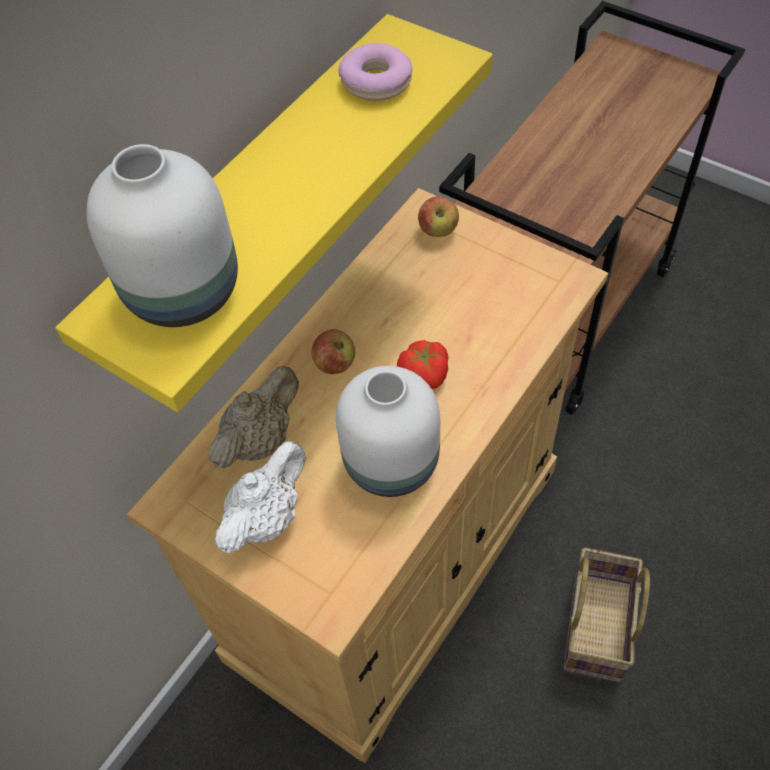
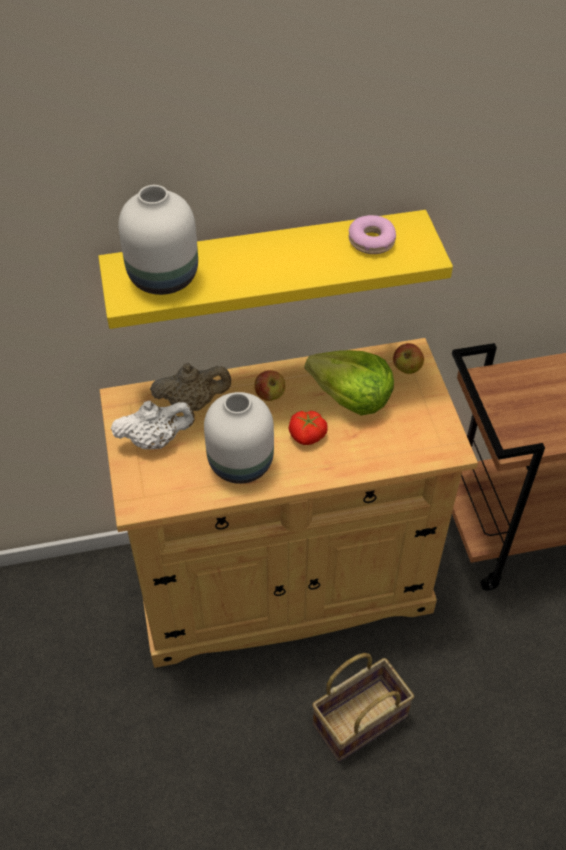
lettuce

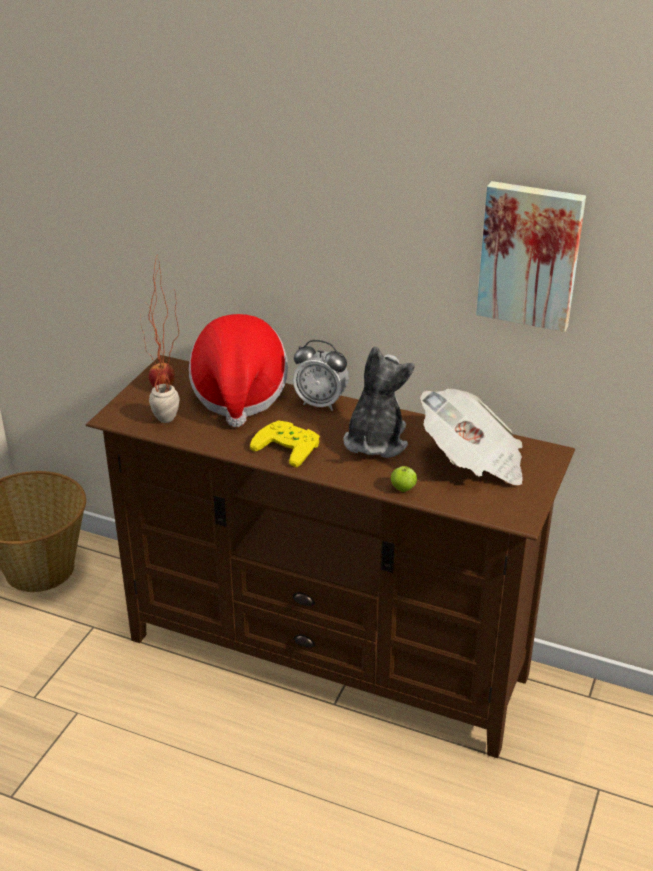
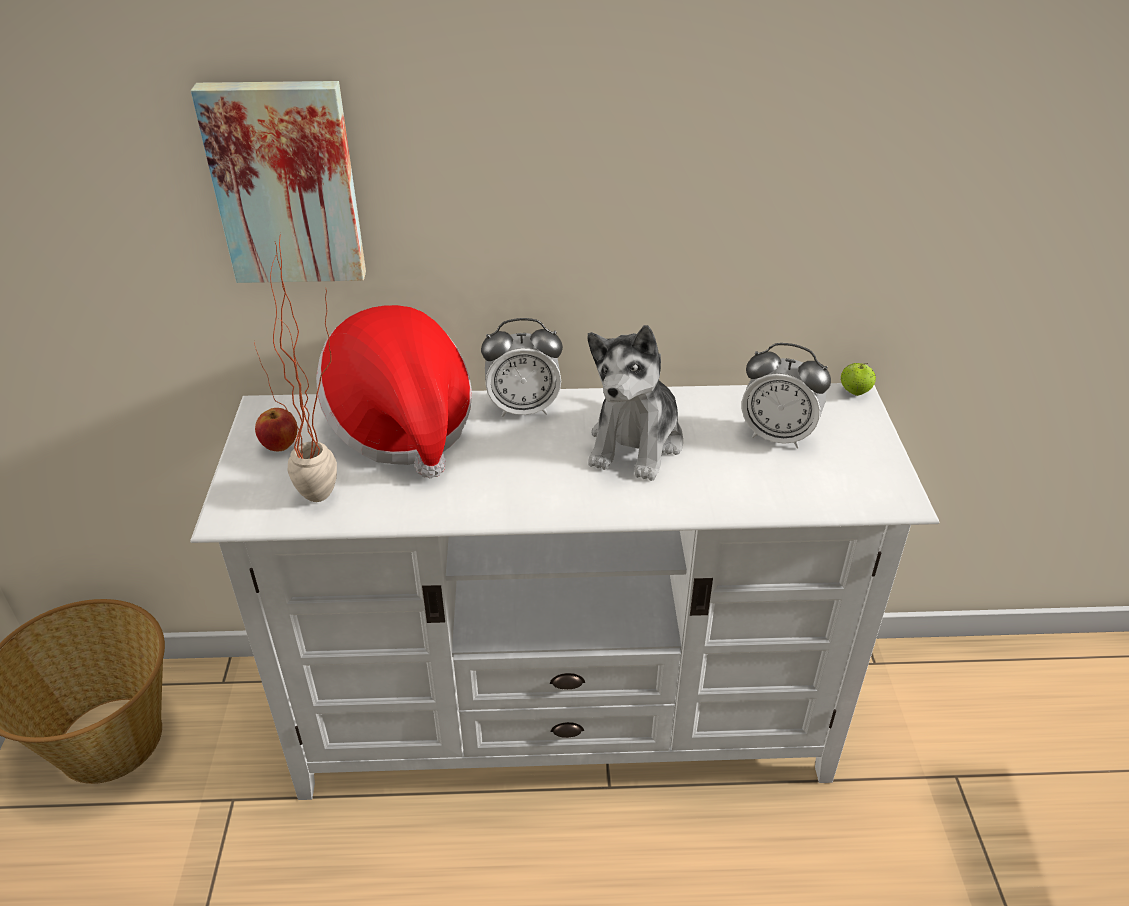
yellow game controller
apple (2nd from left)
picture
alarm clock (2nd from left)
white tv stand
plush toy

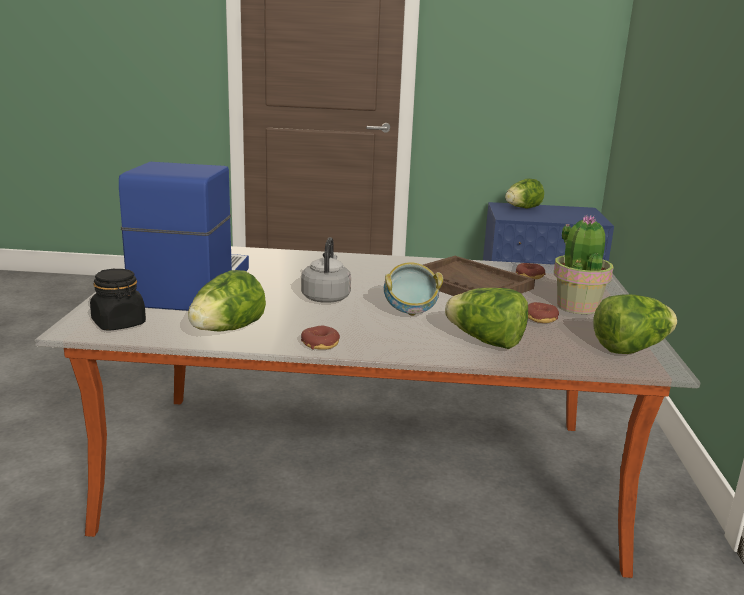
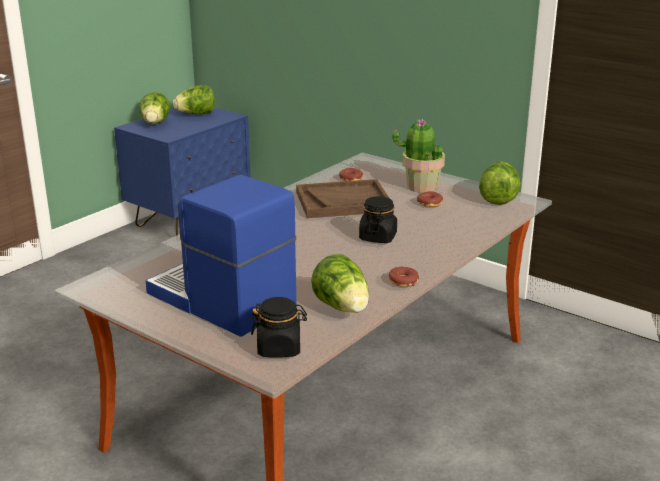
grey kettle
lettuce (2nd from left)
black jar (2nd from left)

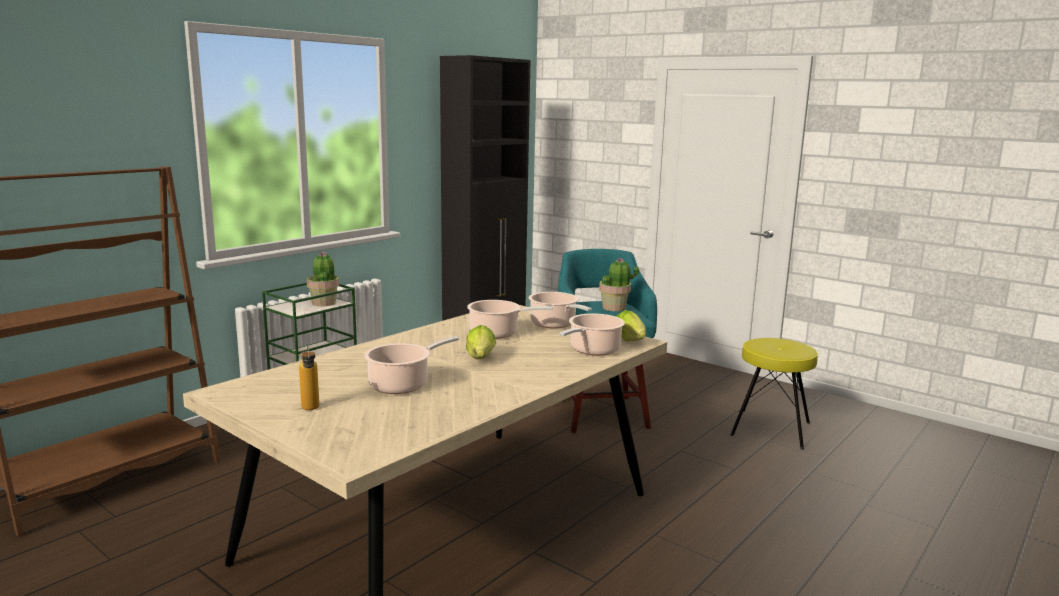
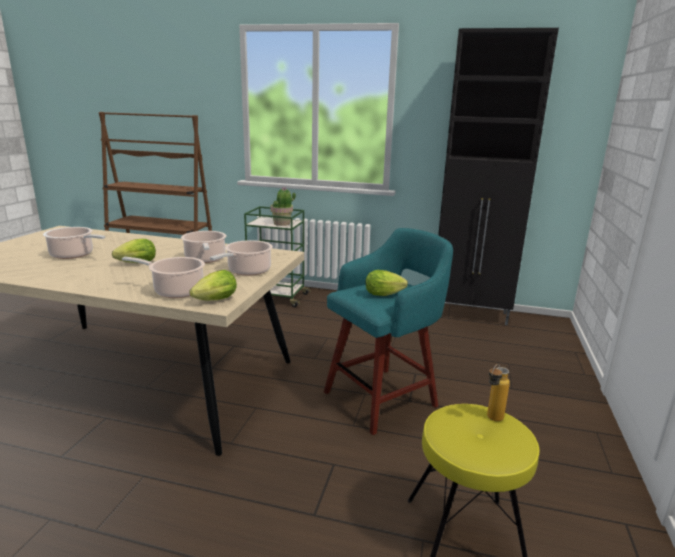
bottle
lettuce (3rd from left)

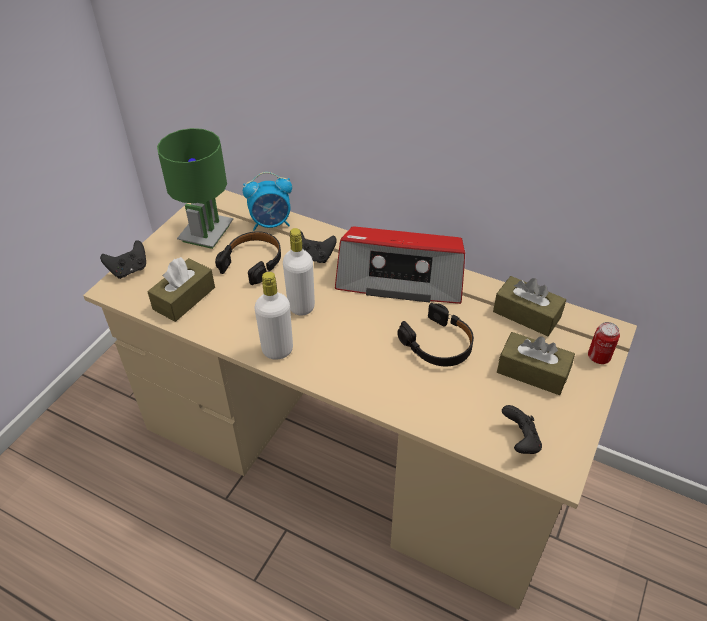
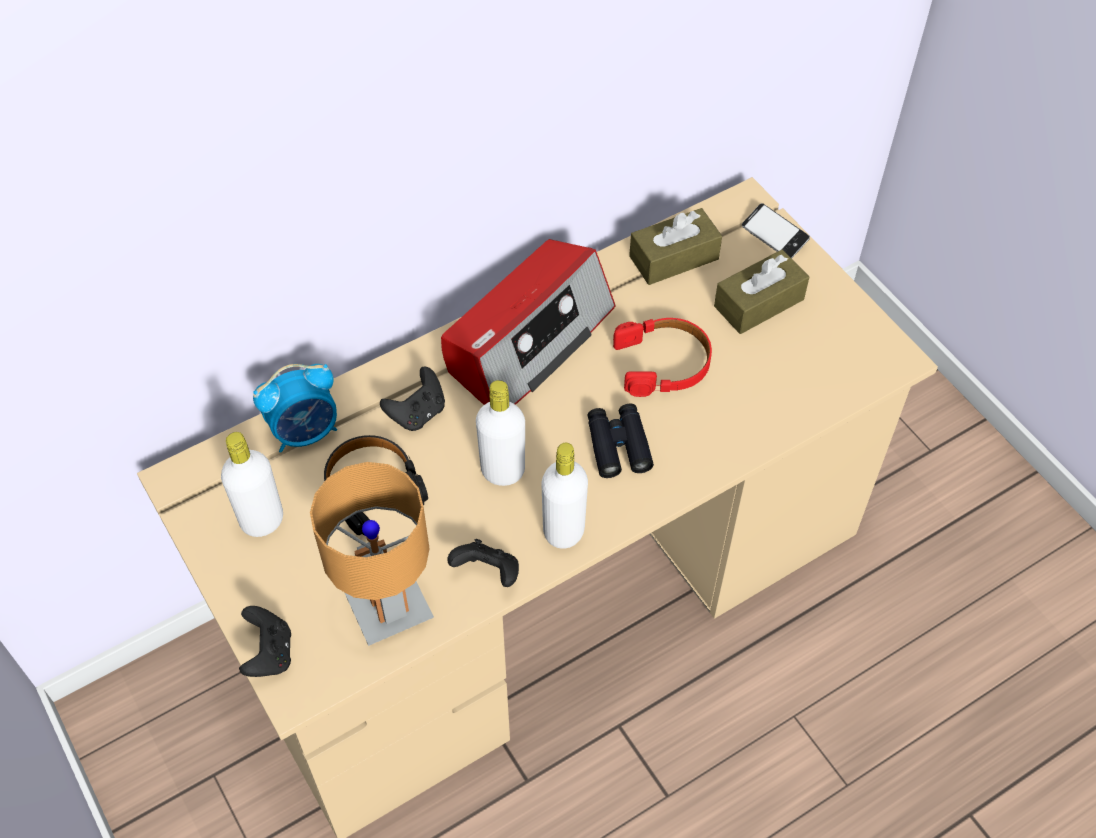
black binoculars
black game controller (3rd from left)
brown table lamp
white bottle (1st from left)
phone
red headphones
alarm clock

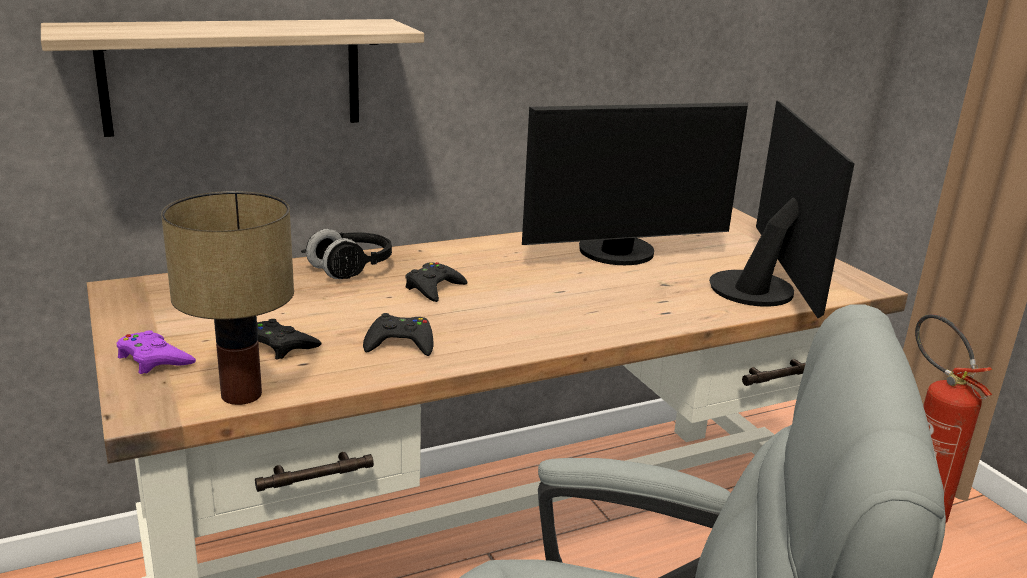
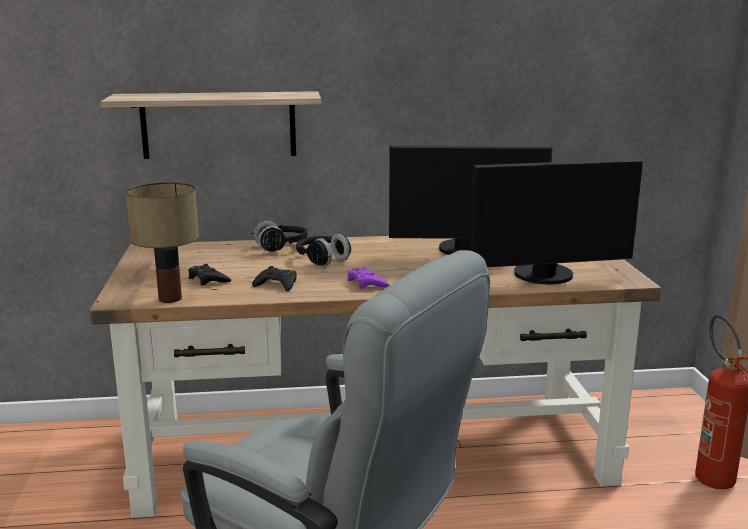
purple game controller
black headphones (2nd from left)
monitor (2nd from left)

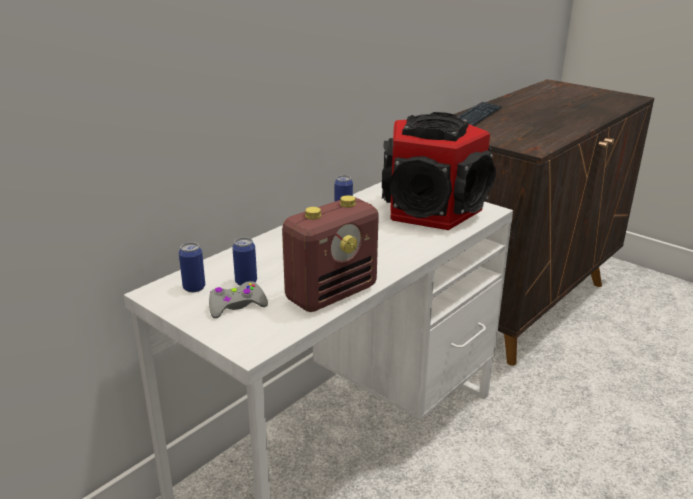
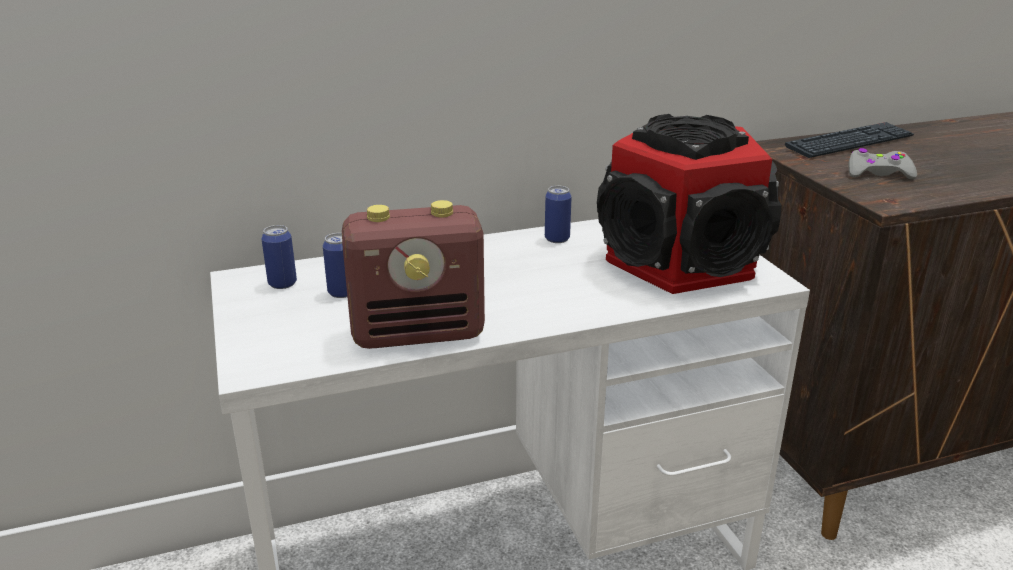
grey game controller

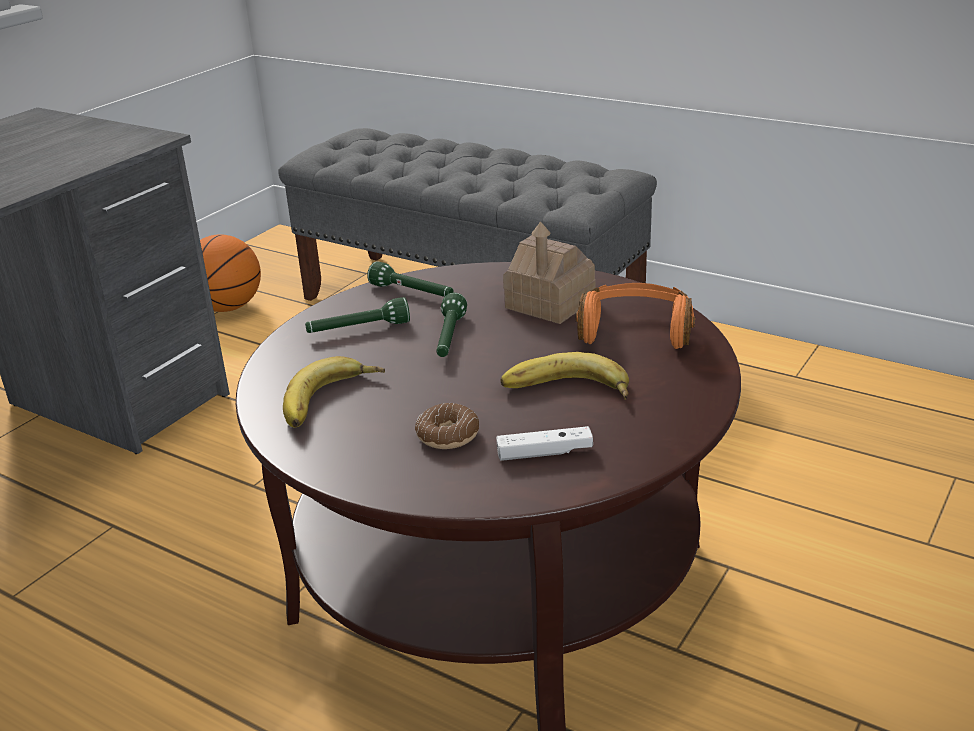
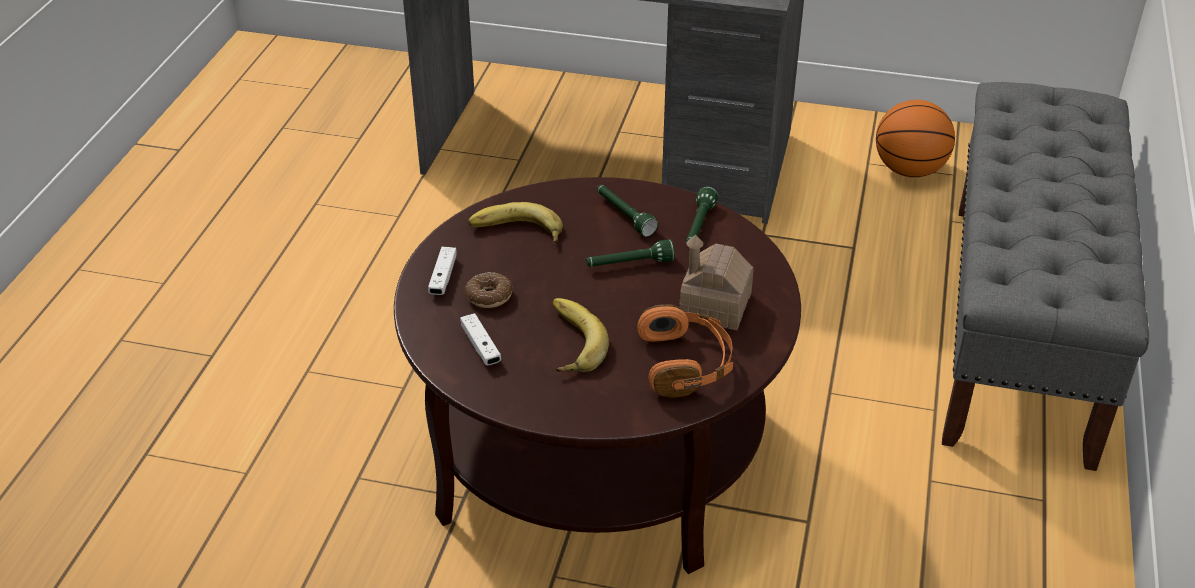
white game controller (1st from left)

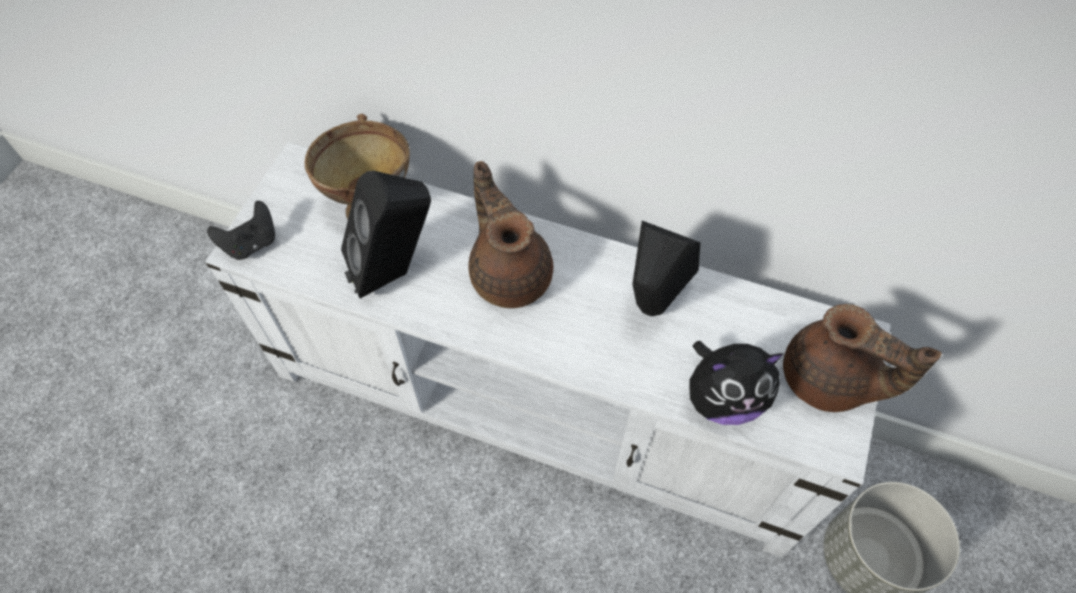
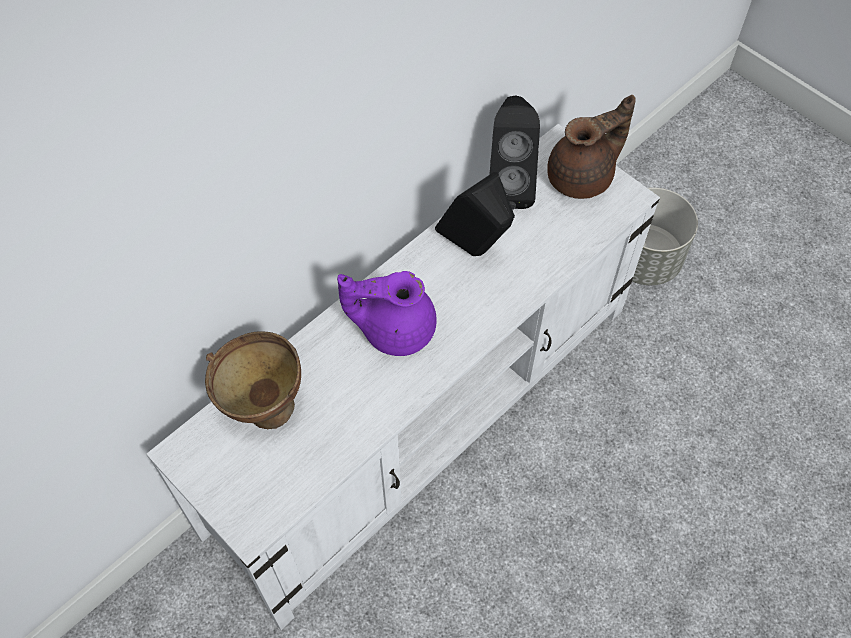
black game controller
plush toy
black speaker (2nd from left)
purple teapot

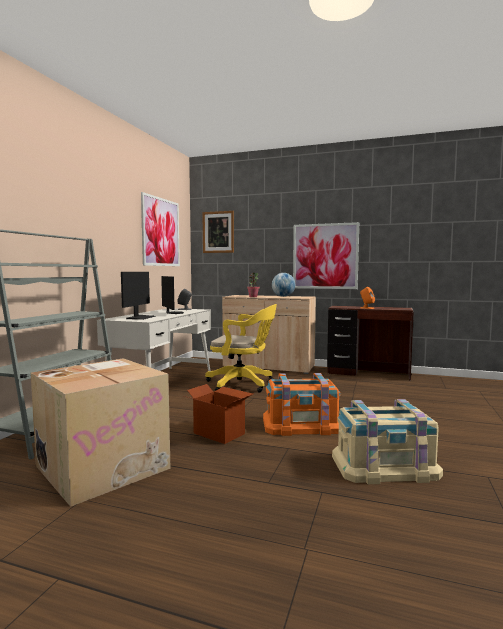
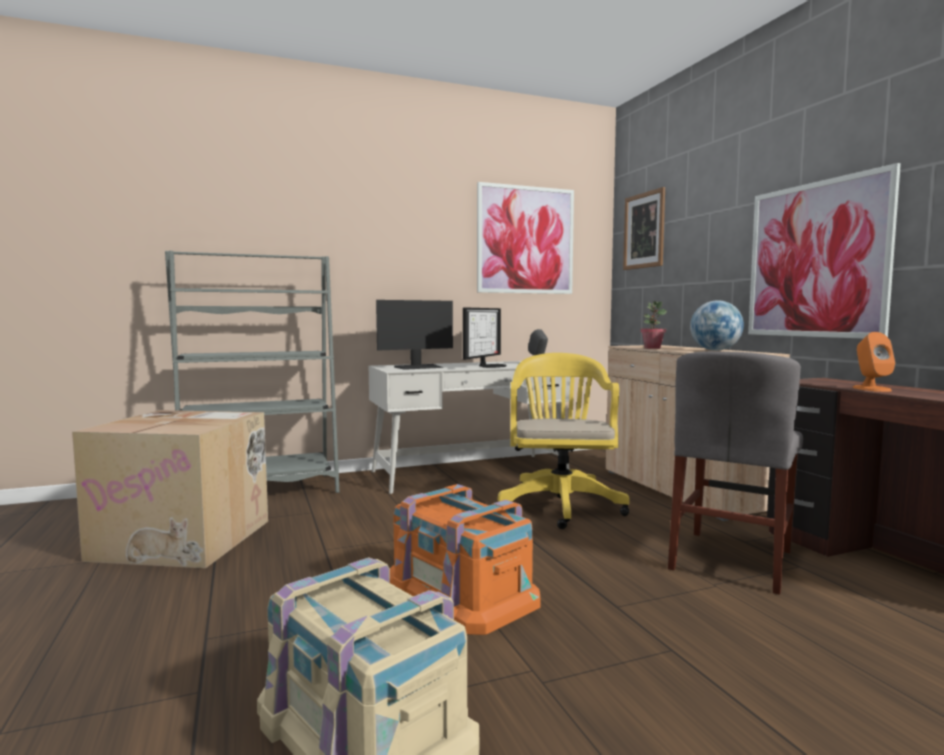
cardboard box (2nd from left in the first image)
grey chair
yellow office chair

